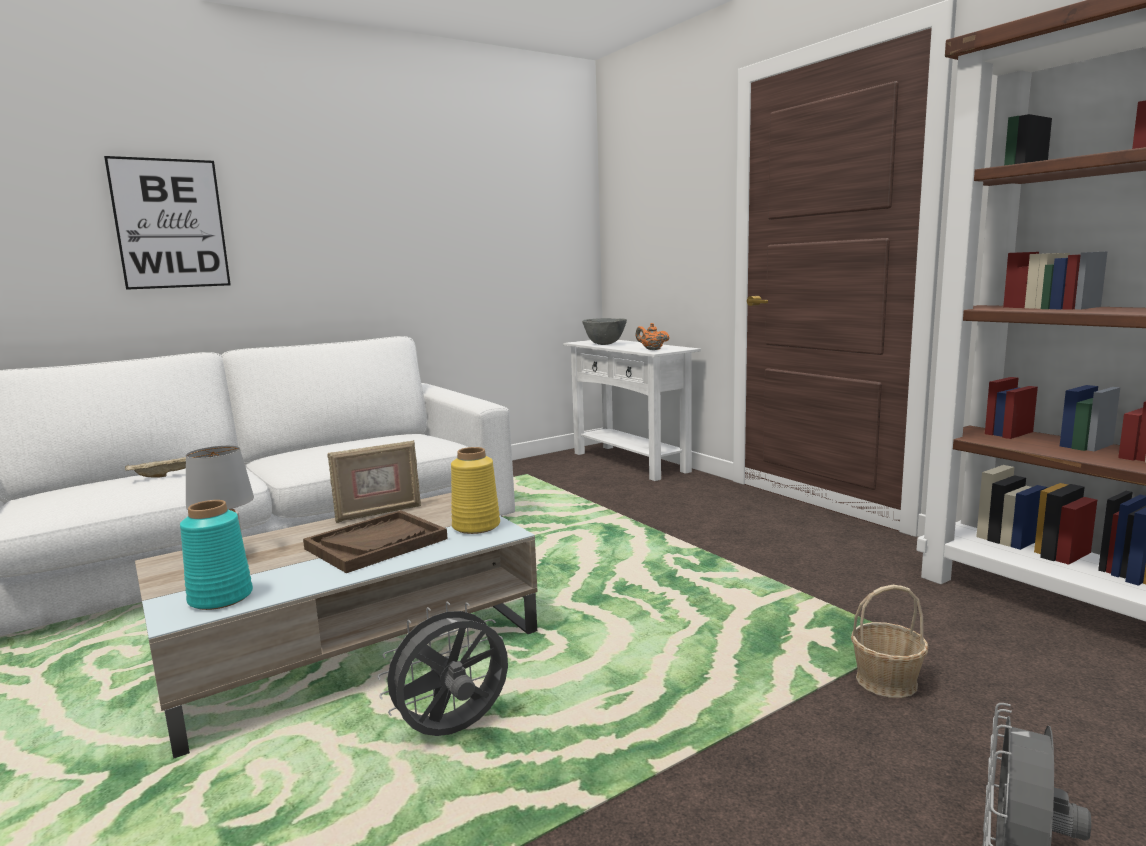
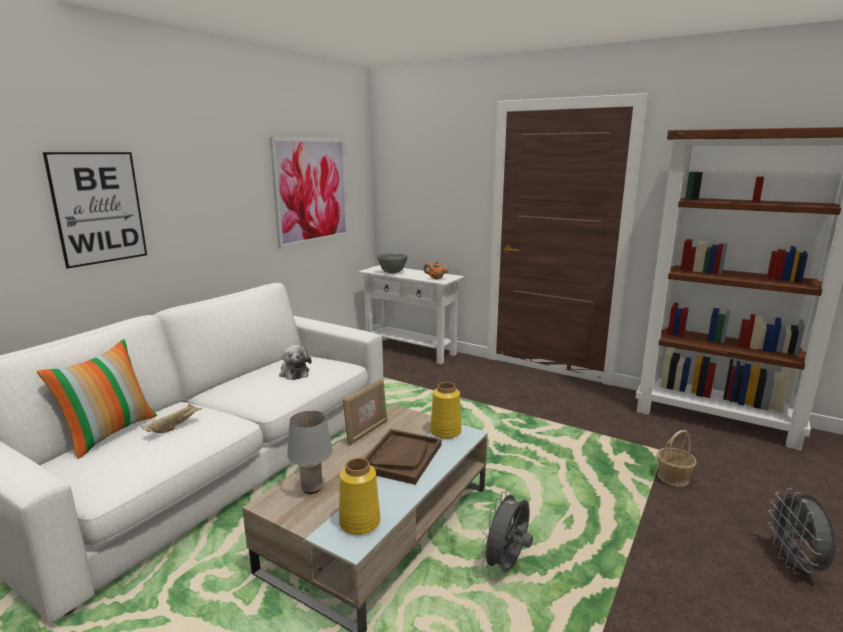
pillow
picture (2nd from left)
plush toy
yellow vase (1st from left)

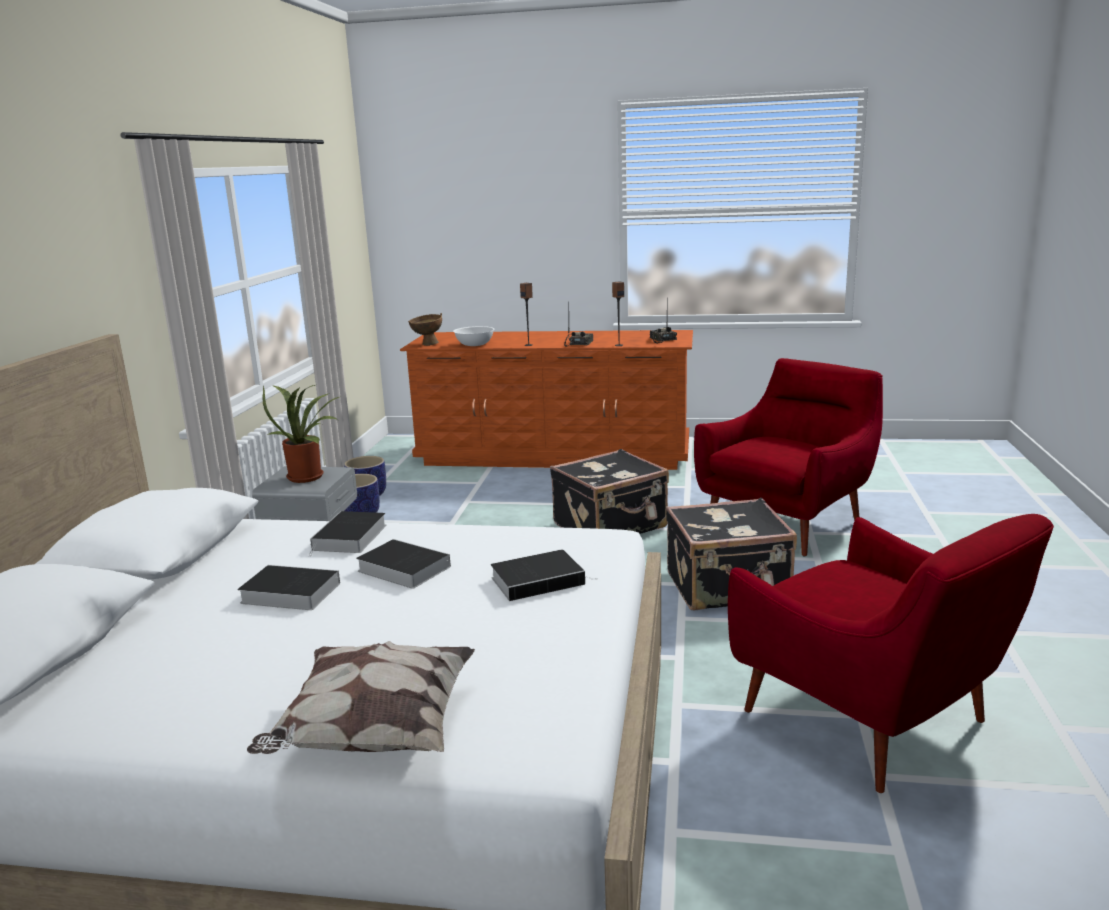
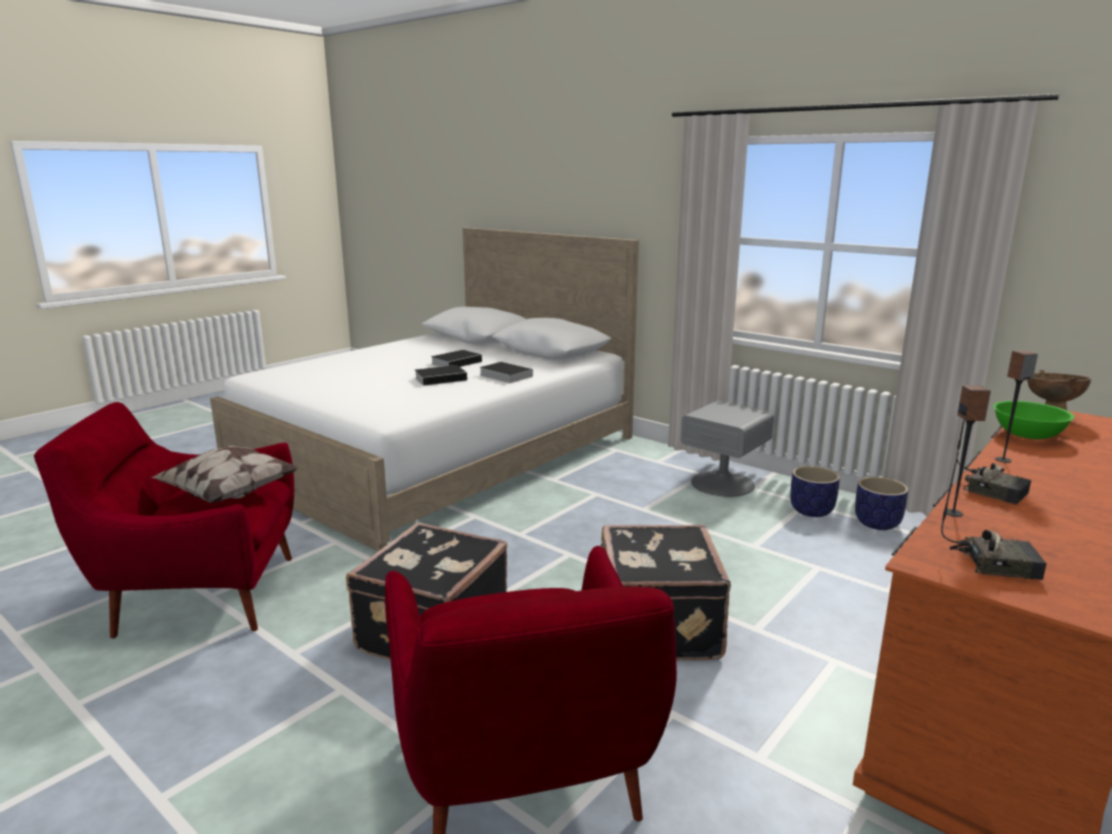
potted plant
book (4th from left in the first image)
pillow
green bowl

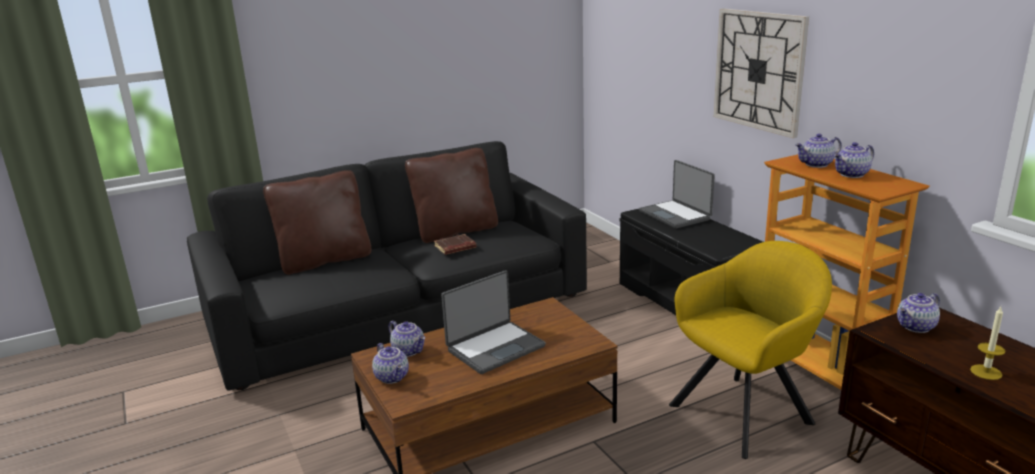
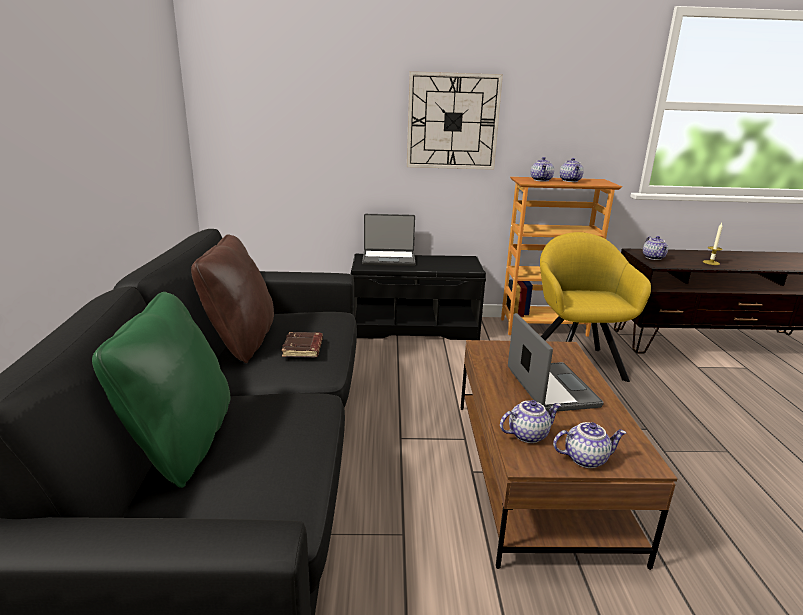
green pillow

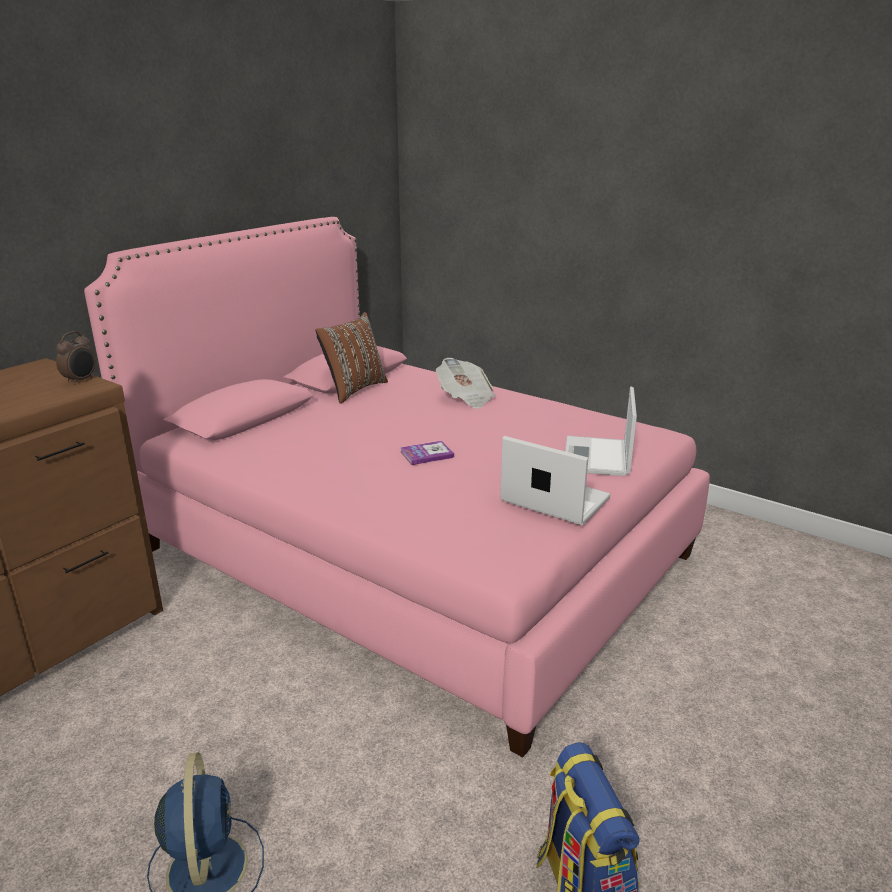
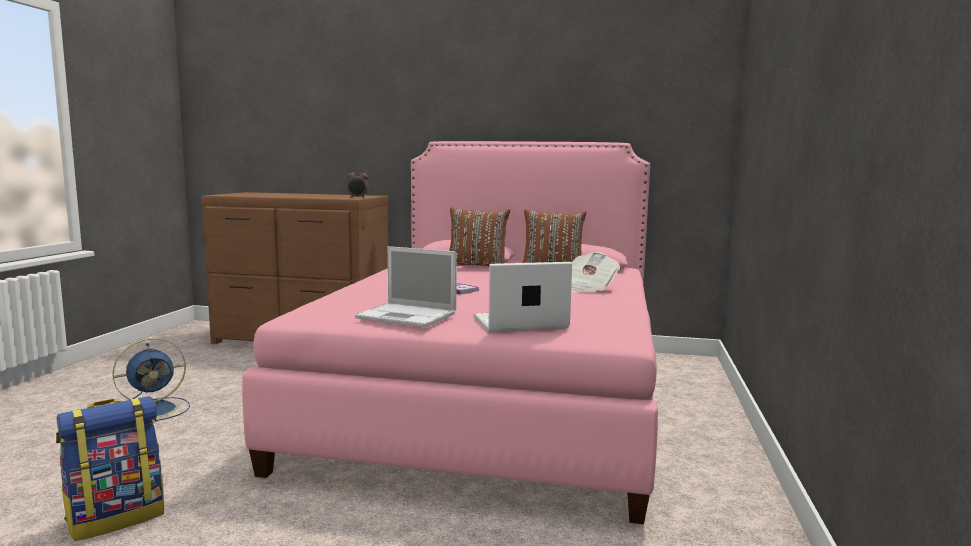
brown pillow (1st from left)
laptop (1st from left)

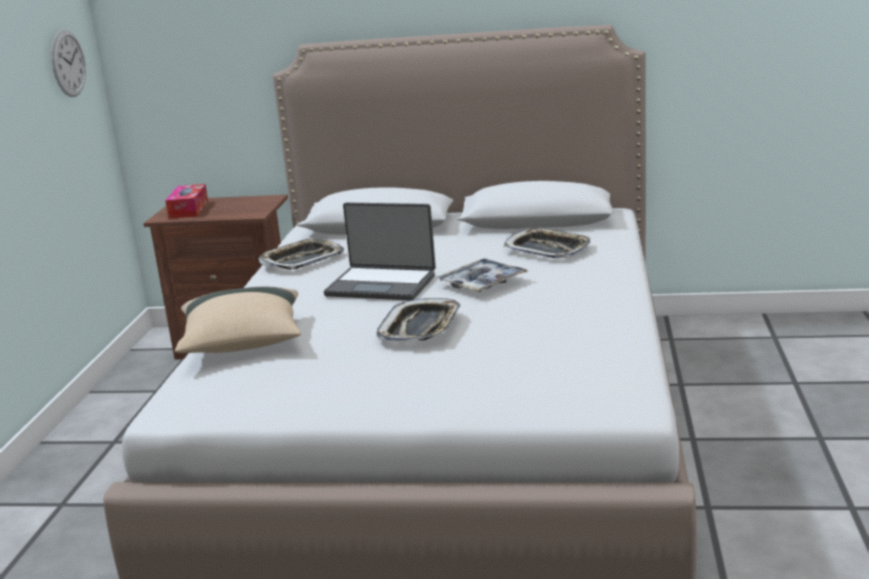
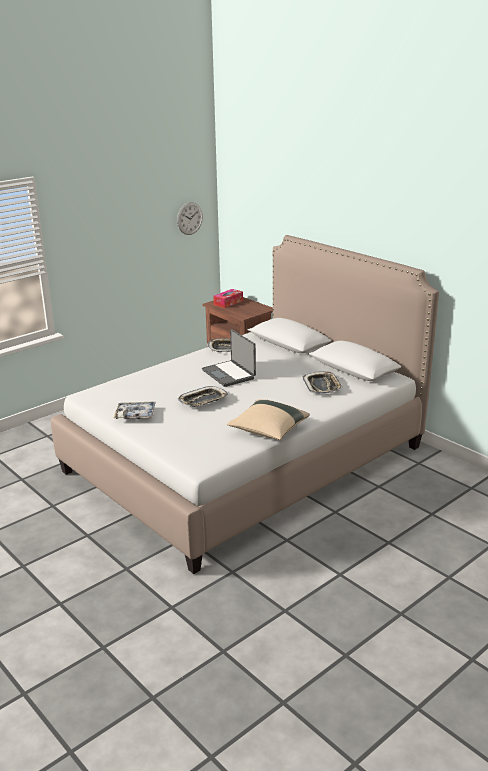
beige pillow
tray (1st from left)

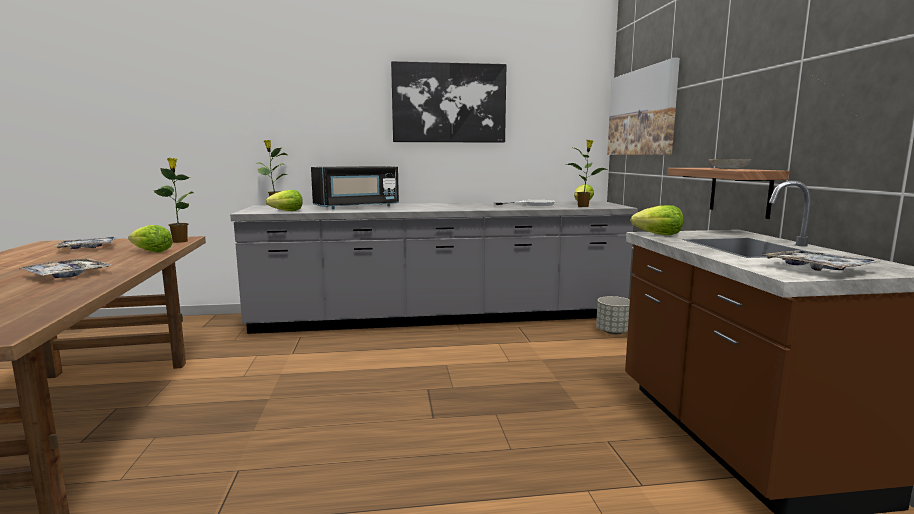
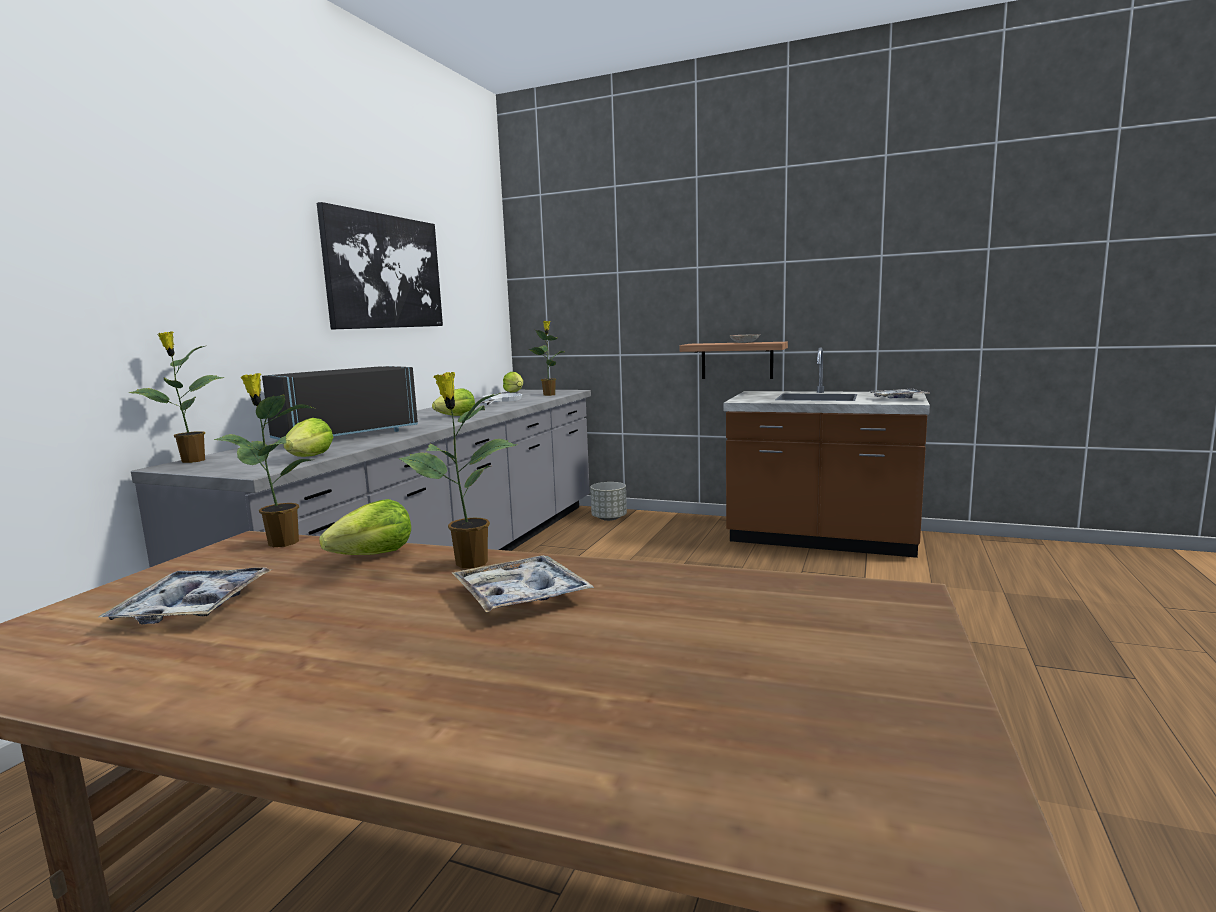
picture (2nd from left in the first image)
potted plant (3rd from left)
lettuce (3rd from left)
black microwave

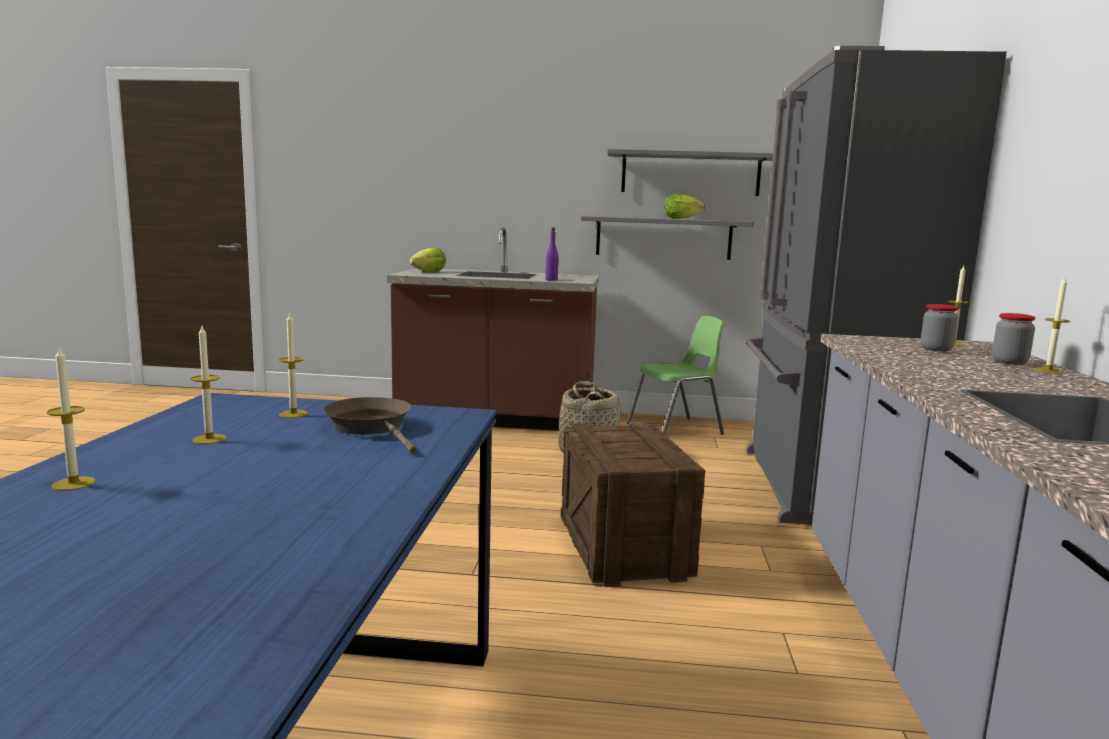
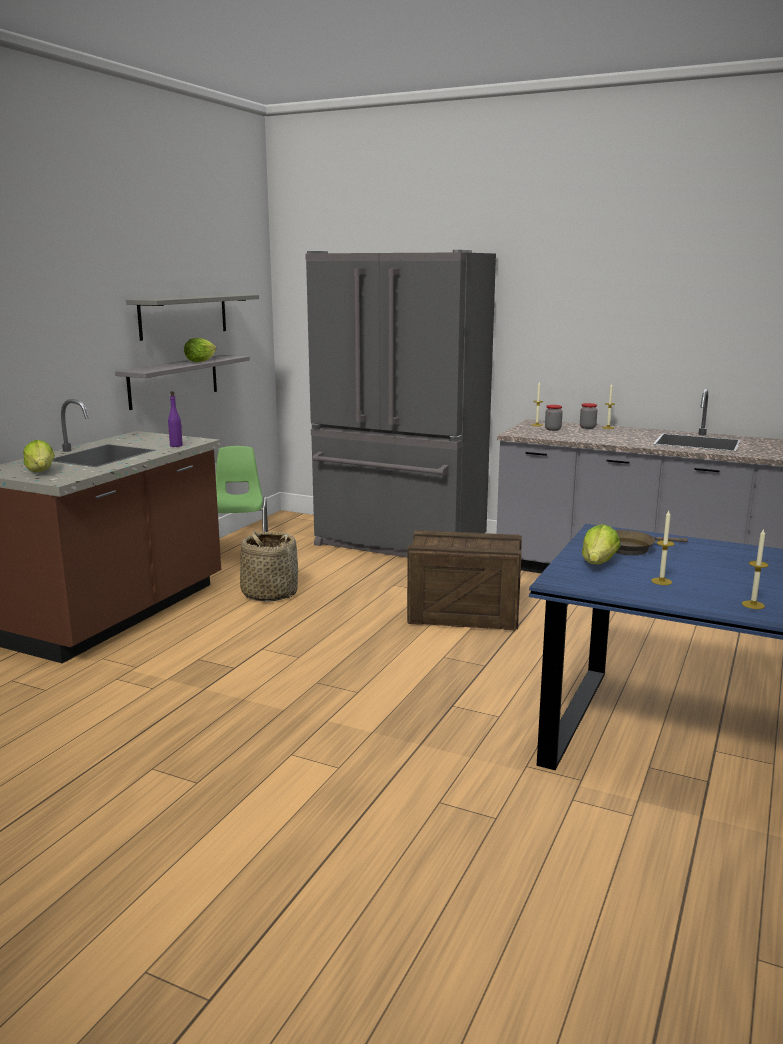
lettuce (3rd from left)

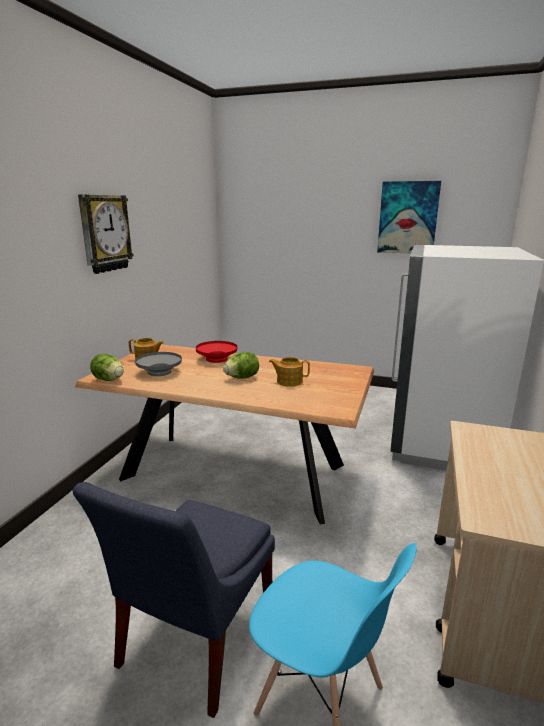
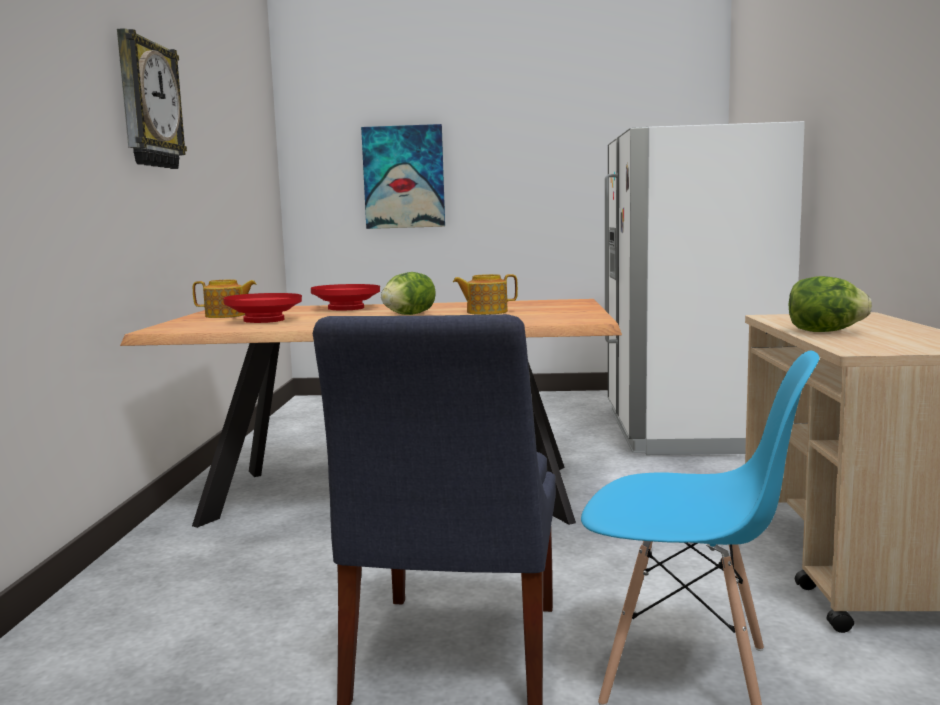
lettuce (2nd from left)
picture
red bowl (1st from left)

